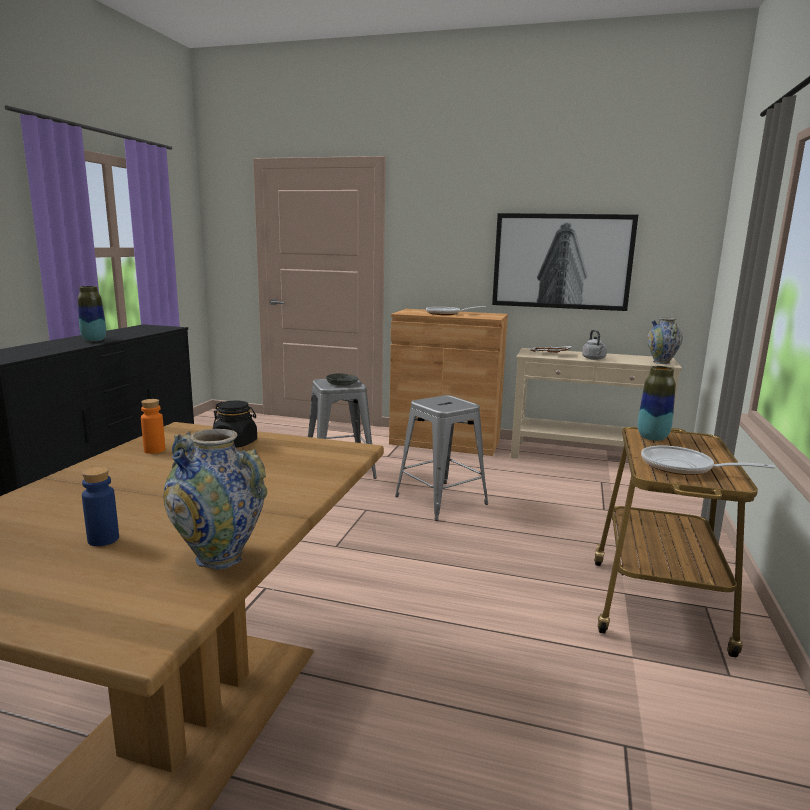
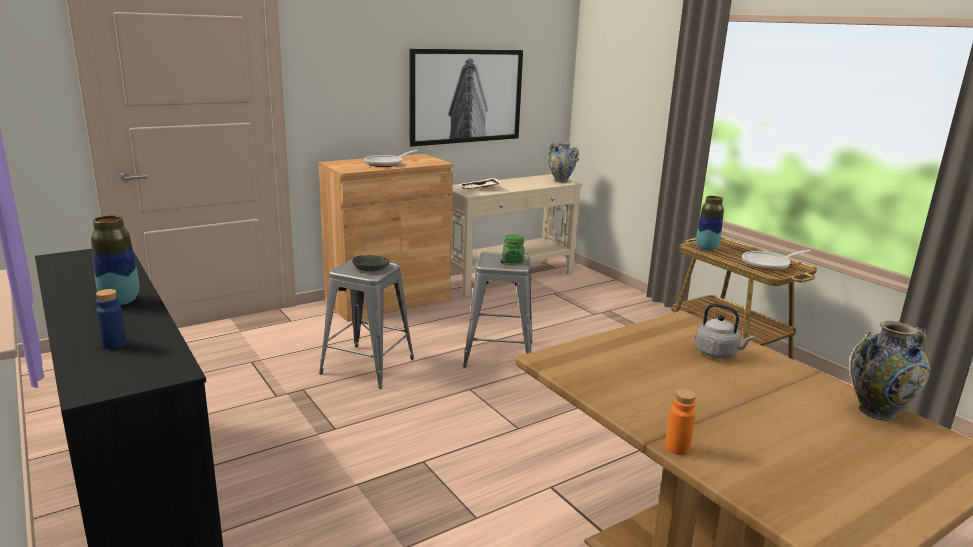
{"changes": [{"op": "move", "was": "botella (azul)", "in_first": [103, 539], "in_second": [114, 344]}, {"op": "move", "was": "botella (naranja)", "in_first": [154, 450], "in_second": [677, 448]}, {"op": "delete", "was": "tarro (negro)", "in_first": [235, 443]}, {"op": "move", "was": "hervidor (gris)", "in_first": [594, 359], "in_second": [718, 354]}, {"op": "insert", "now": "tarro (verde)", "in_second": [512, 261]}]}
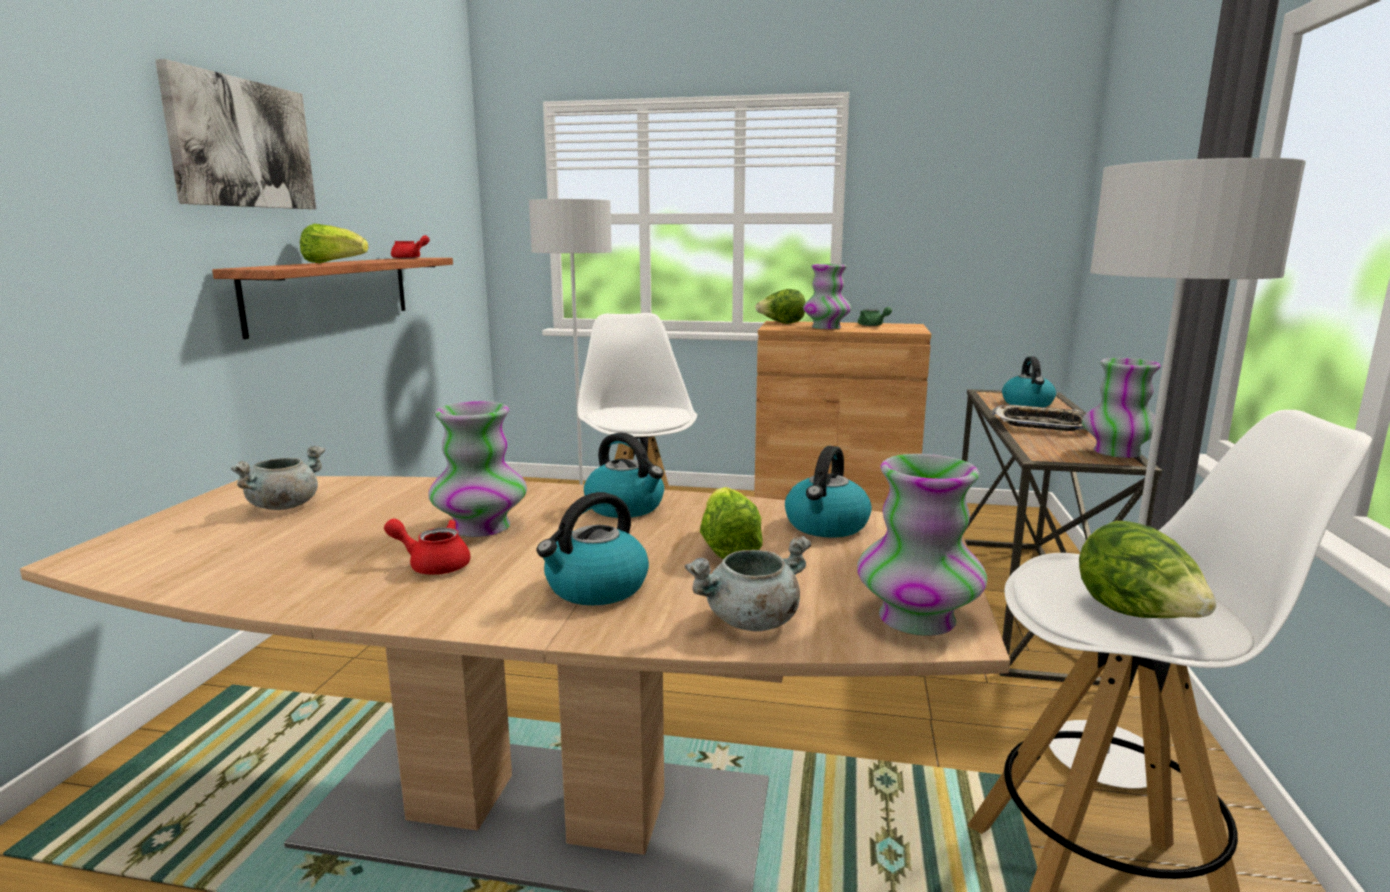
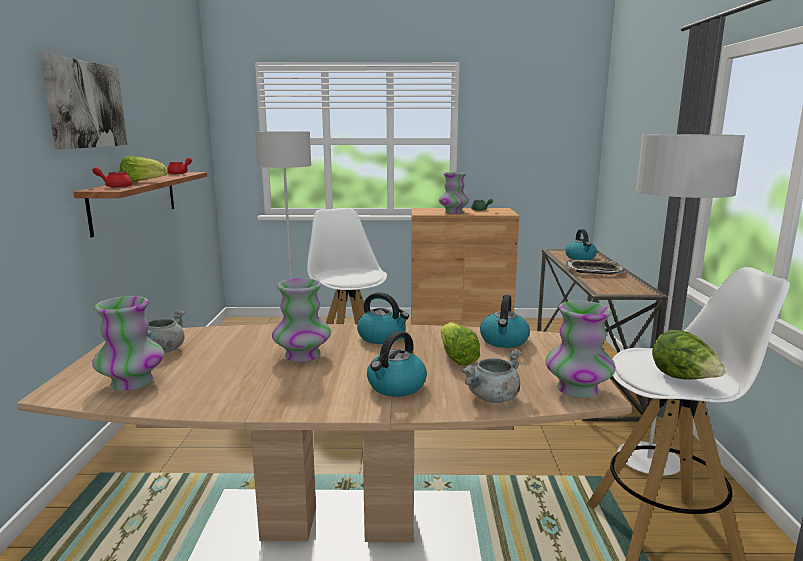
{"changes": [{"op": "move", "was": "tetera (rojo)", "in_first": [433, 565], "in_second": [115, 186]}, {"op": "delete", "was": "lechuga", "in_first": [781, 323]}, {"op": "move", "was": "florero", "in_first": [1117, 452], "in_second": [133, 382]}]}
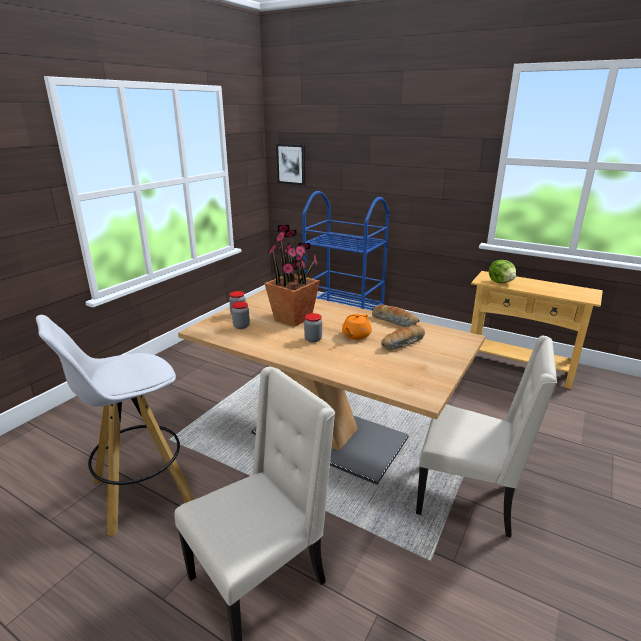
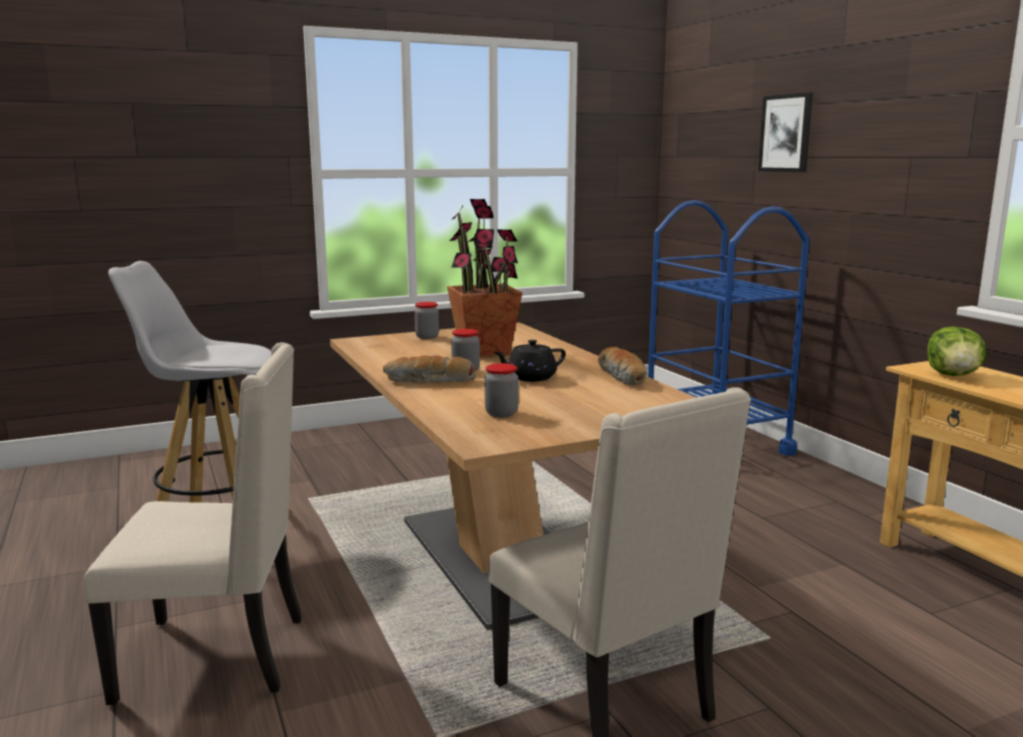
{"changes": [{"op": "move", "was": "tarro", "in_first": [241, 326], "in_second": [501, 413]}, {"op": "move", "was": "cuadro", "in_first": [291, 164], "in_second": [786, 133]}, {"op": "recolor", "was": "tetera (naranja)", "now": "tetera (negro)", "in_first": [356, 335], "in_second": [530, 378]}, {"op": "move", "was": "pan", "in_first": [403, 343], "in_second": [429, 381]}]}
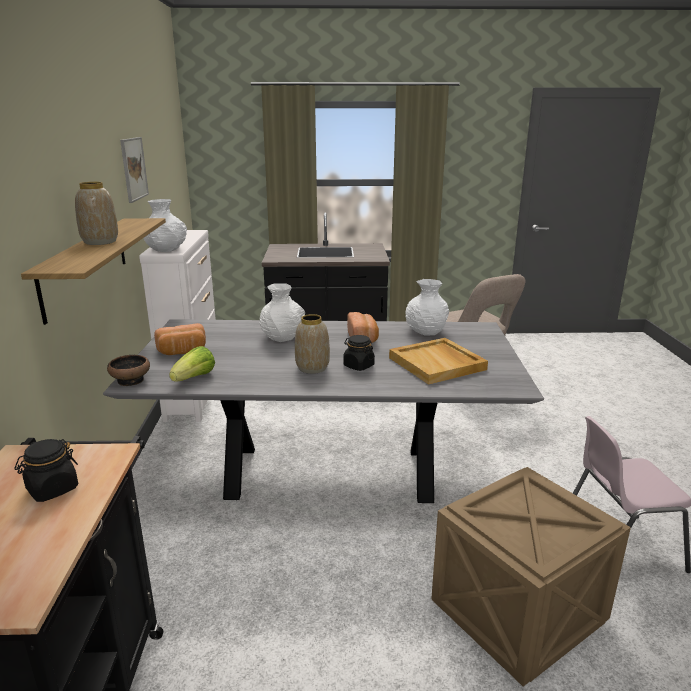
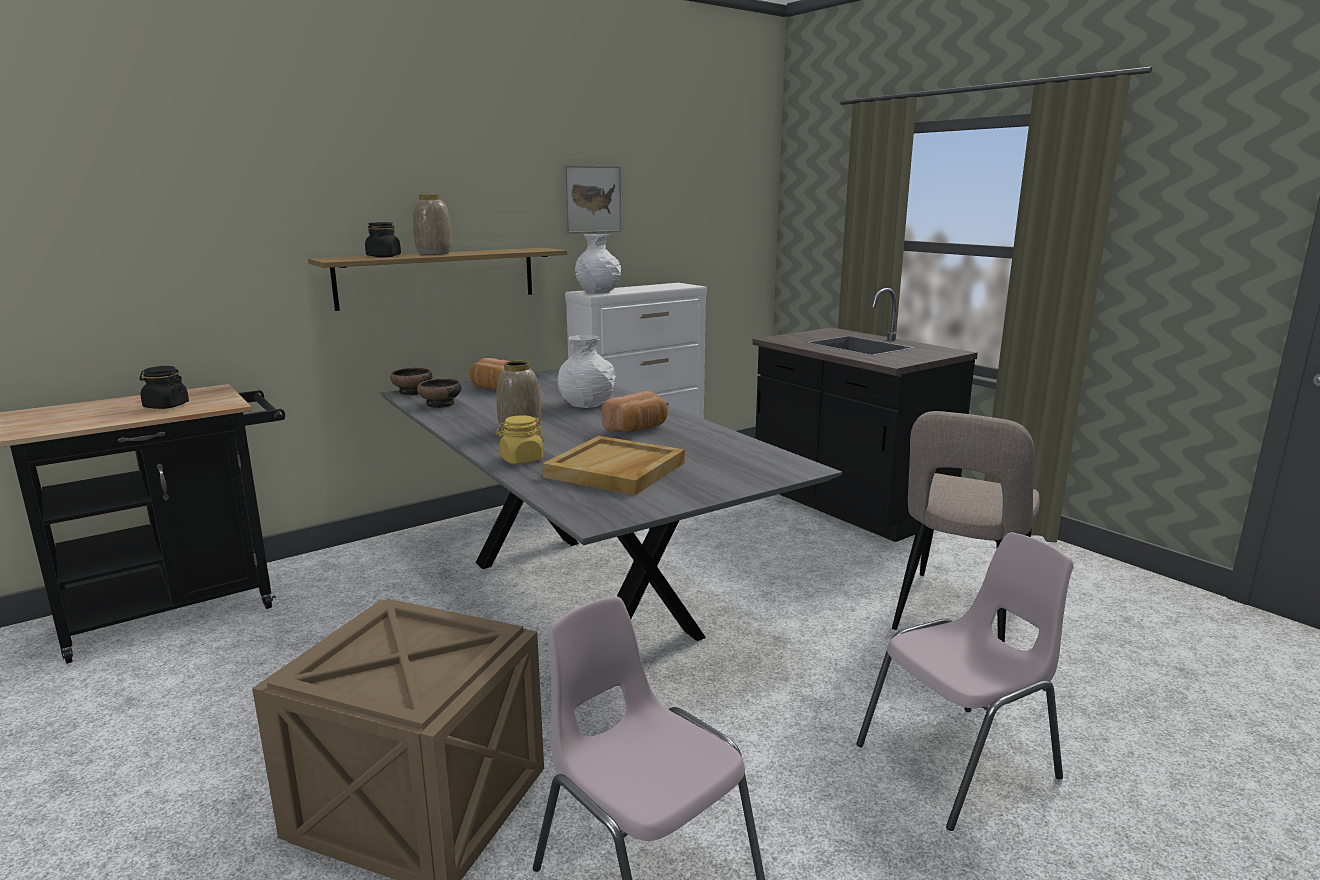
{"changes": [{"op": "replace", "was": "lechuga", "now": "cuenco", "in_first": [194, 378], "in_second": [441, 404]}, {"op": "move", "was": "tarro (negro)", "in_first": [358, 366], "in_second": [384, 256]}, {"op": "delete", "was": "florero (blanco)", "in_first": [425, 331]}, {"op": "insert", "now": "tarro (amarillo)", "in_second": [521, 459]}, {"op": "insert", "now": "silla (rosa)", "in_second": [961, 762]}]}
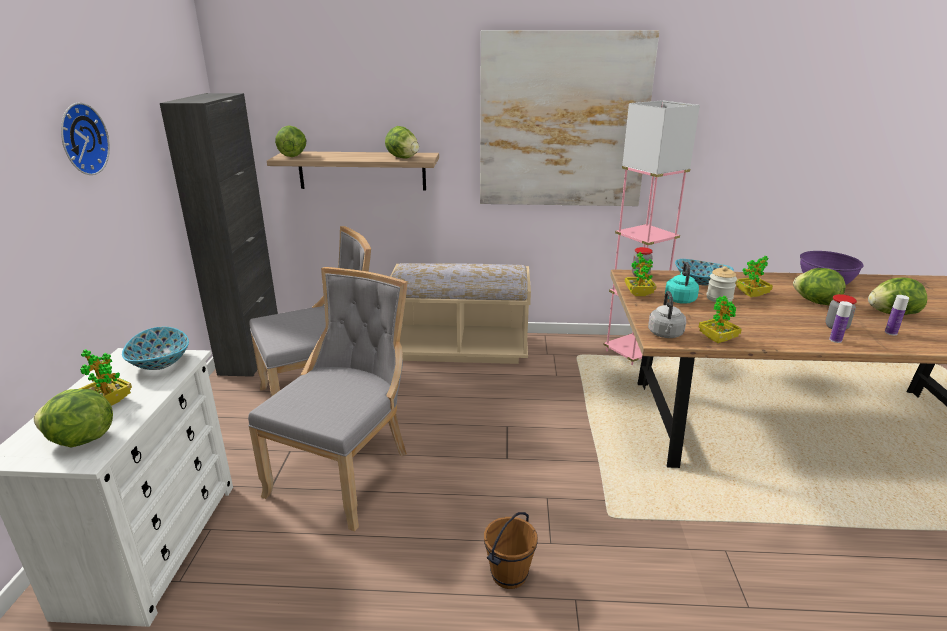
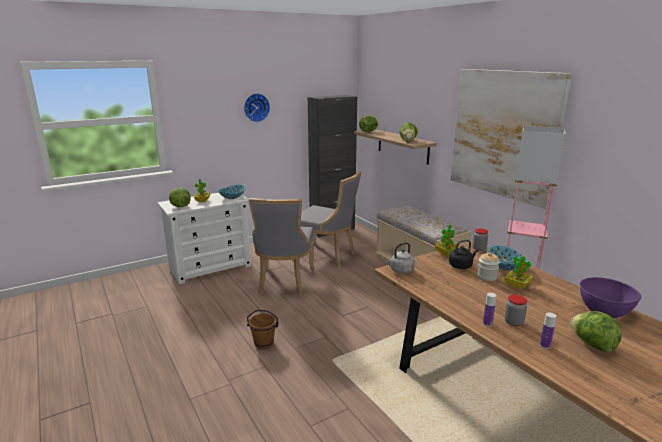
{"changes": [{"op": "rotate", "was": "silla (gris)", "in_first": [346, 472], "in_second": [284, 282], "clockwise": 105}, {"op": "recolor", "was": "hervidor (turquesa)", "now": "hervidor (negro)", "in_first": [680, 299], "in_second": [461, 266]}, {"op": "delete", "was": "planta en maceta", "in_first": [717, 339]}, {"op": "delete", "was": "lechuga", "in_first": [815, 302]}]}
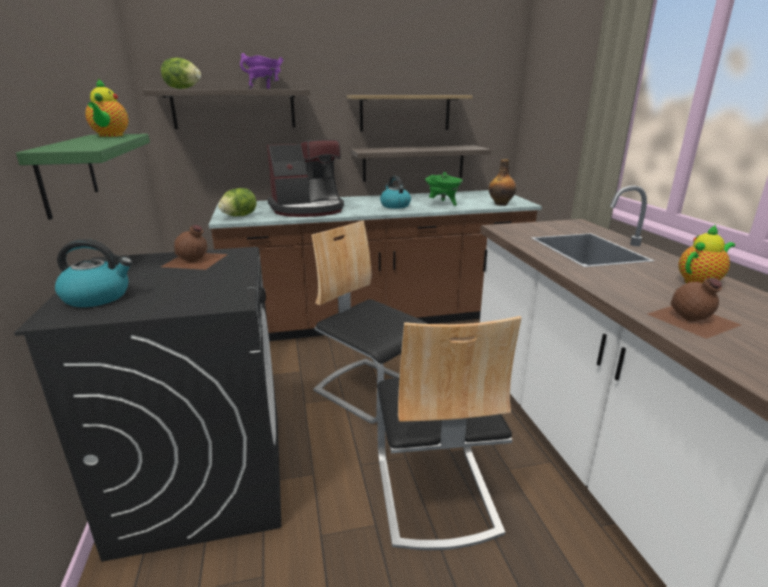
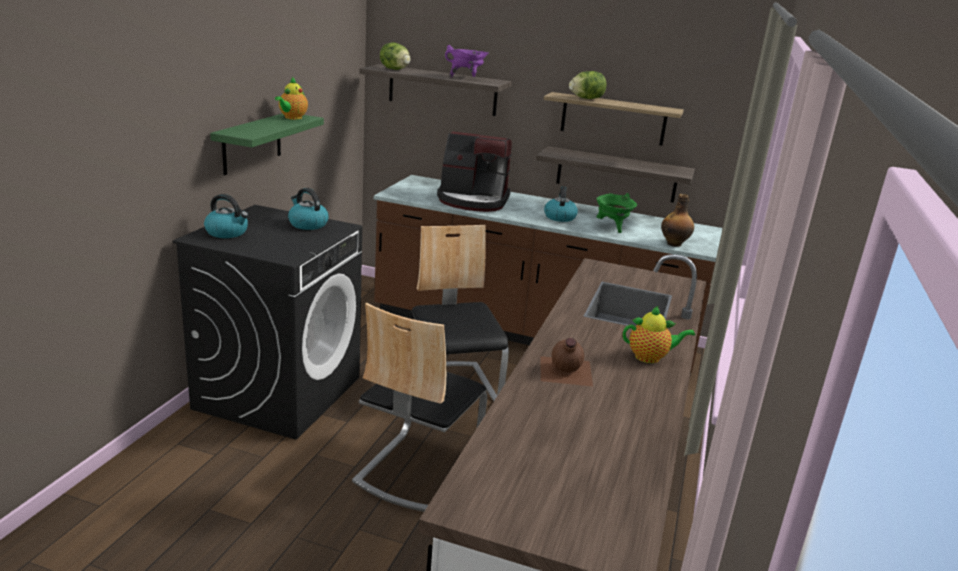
{"changes": [{"op": "replace", "was": "botella (marrón)", "now": "hervidor", "in_first": [195, 260], "in_second": [307, 224]}, {"op": "move", "was": "lechuga", "in_first": [239, 216], "in_second": [586, 99]}]}
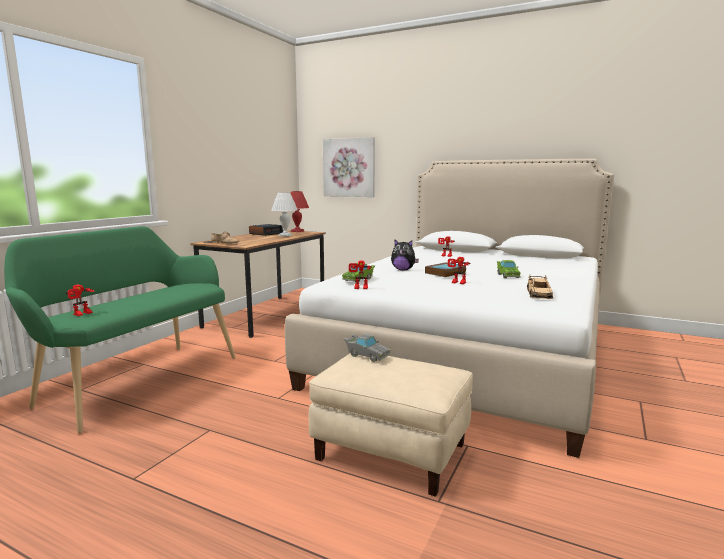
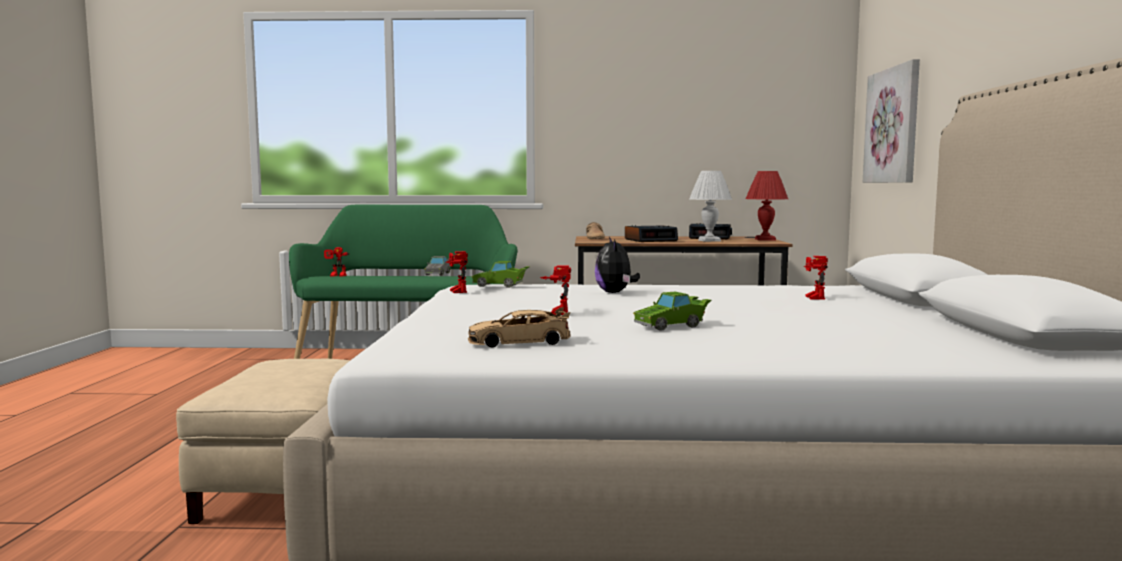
{"changes": [{"op": "move", "was": "coche de juguete (gris)", "in_first": [366, 355], "in_second": [438, 273]}, {"op": "delete", "was": "libro", "in_first": [445, 273]}, {"op": "insert", "now": "despertador", "in_second": [651, 240]}]}
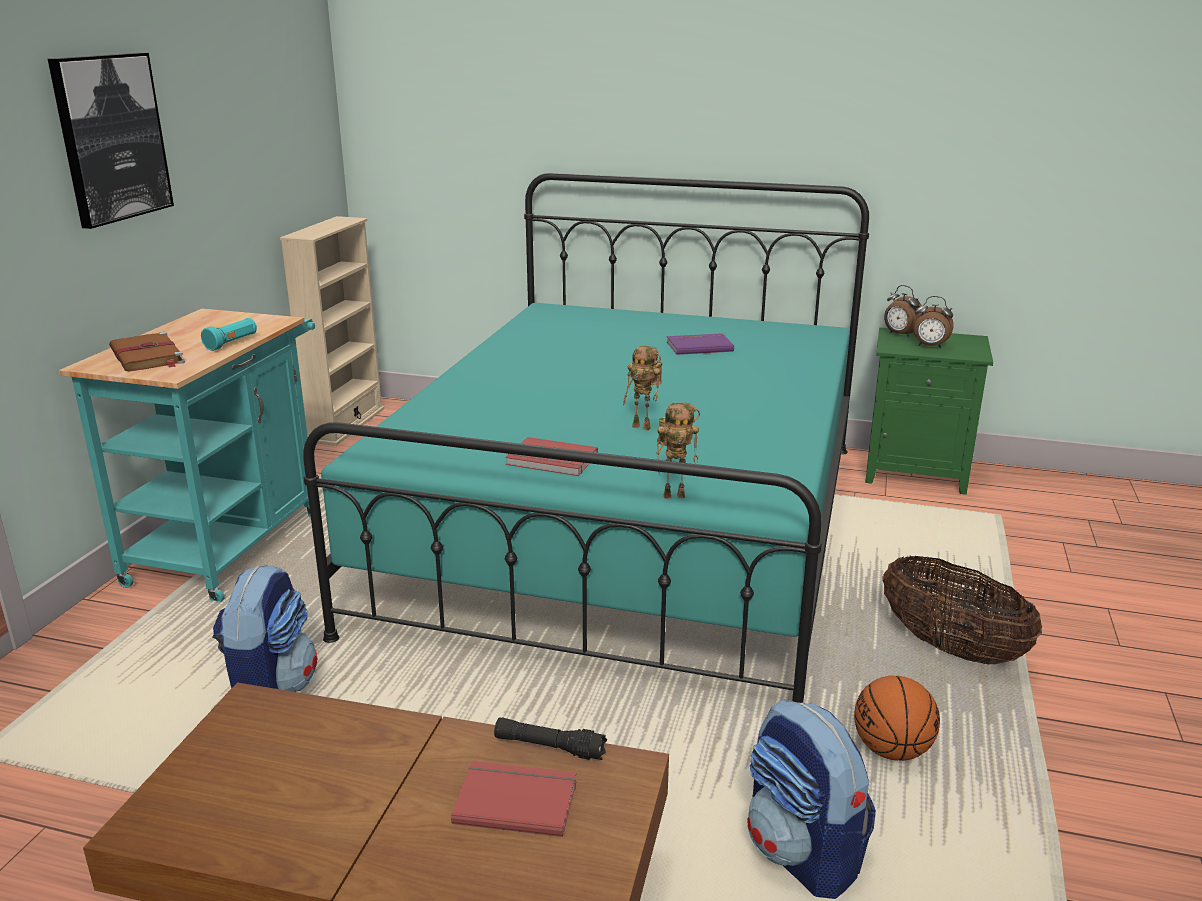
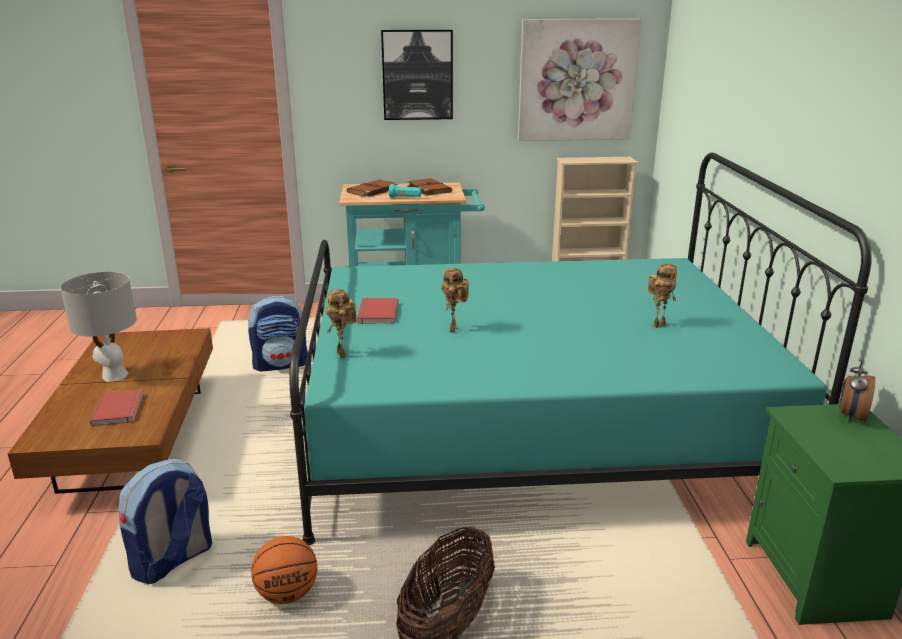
{"changes": [{"op": "delete", "was": "linterna (negro)", "in_first": [549, 747]}, {"op": "replace", "was": "libro (morado)", "now": "robot de juguete", "in_first": [698, 346], "in_second": [658, 325]}, {"op": "delete", "was": "despertador", "in_first": [929, 346]}, {"op": "insert", "now": "lámpara de mesa (gris)", "in_second": [114, 375]}, {"op": "insert", "now": "libro (marrón)", "in_second": [428, 189]}, {"op": "insert", "now": "cuadro", "in_second": [576, 80]}]}
